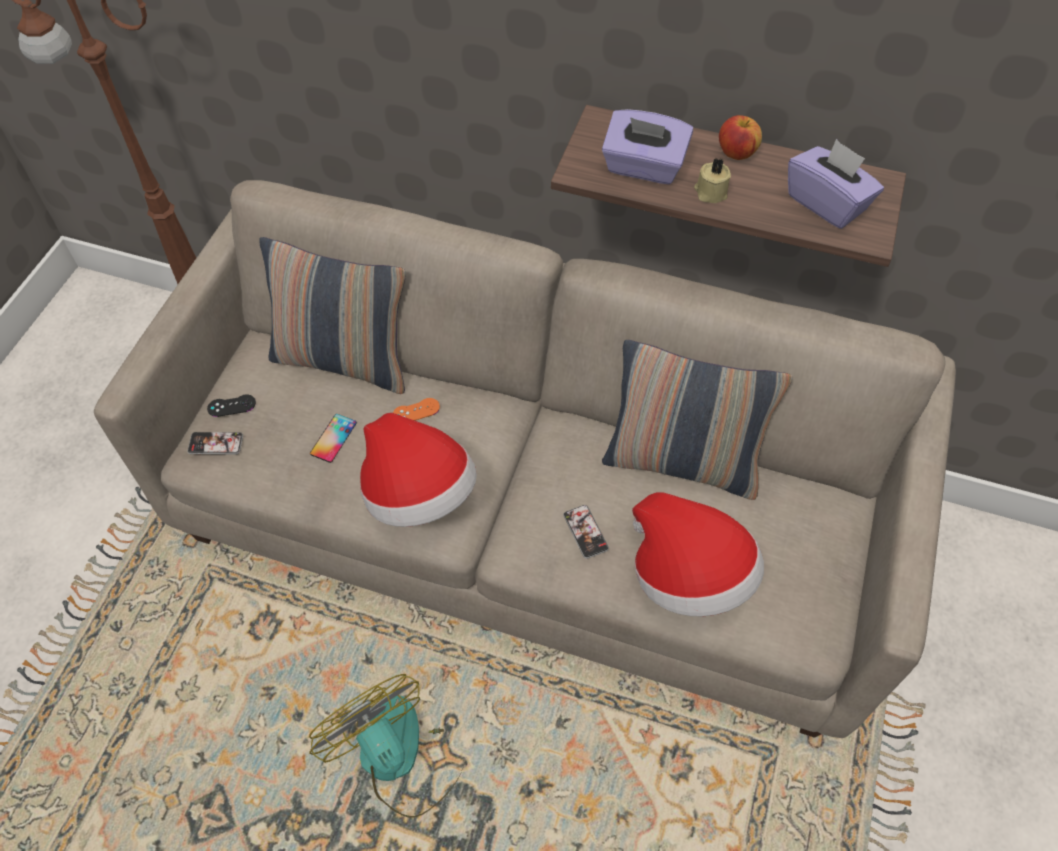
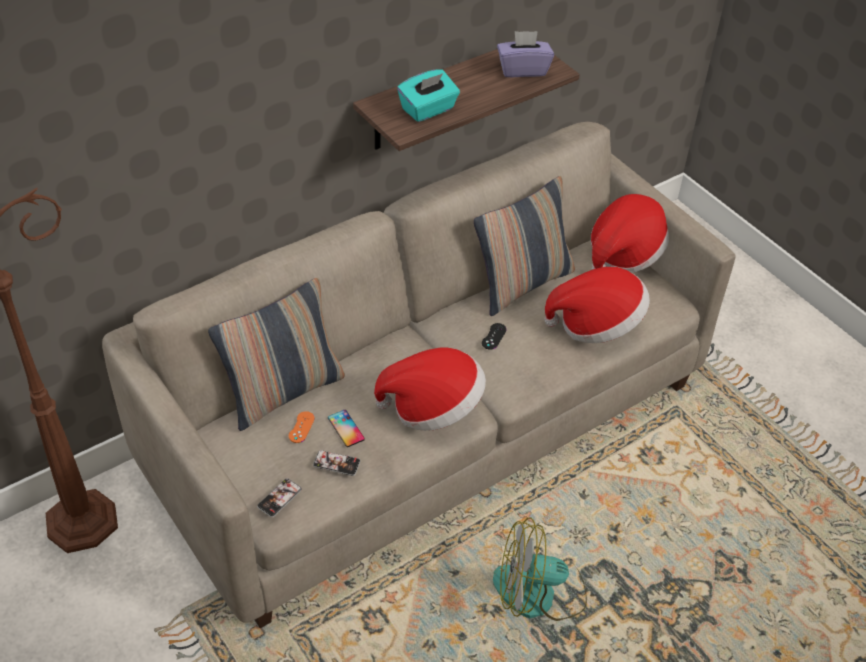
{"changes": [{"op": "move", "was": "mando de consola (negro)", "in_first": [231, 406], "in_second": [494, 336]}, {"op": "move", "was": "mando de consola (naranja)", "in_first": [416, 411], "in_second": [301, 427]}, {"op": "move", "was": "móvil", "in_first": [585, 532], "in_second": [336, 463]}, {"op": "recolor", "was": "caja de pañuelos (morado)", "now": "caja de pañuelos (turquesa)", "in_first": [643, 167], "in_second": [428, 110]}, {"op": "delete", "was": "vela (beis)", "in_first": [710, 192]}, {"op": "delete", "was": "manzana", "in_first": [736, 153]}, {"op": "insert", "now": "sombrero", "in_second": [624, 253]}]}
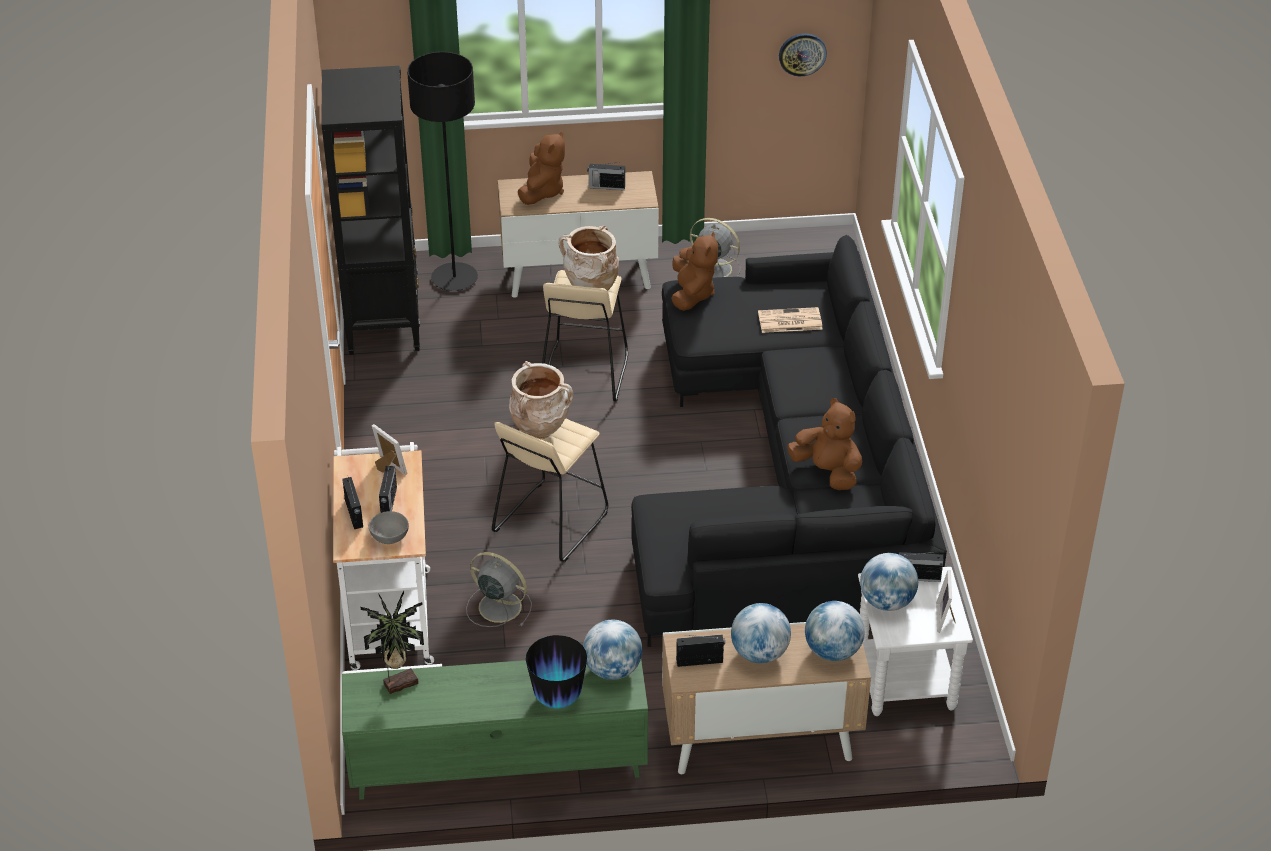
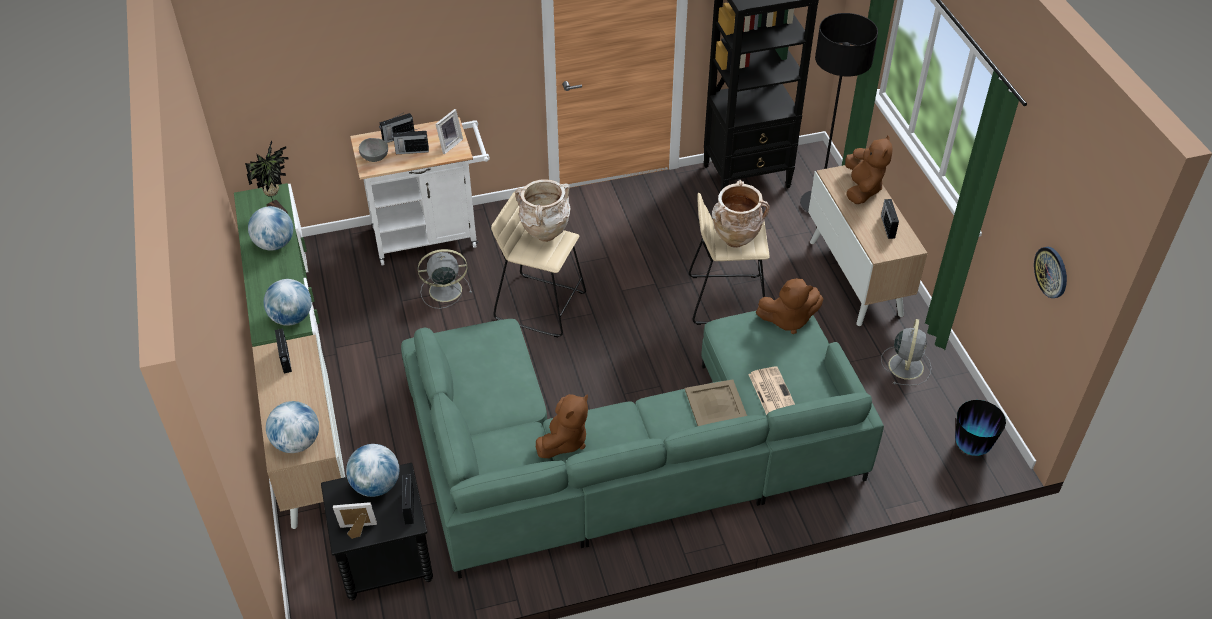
{"changes": [{"op": "rotate", "was": "ventilador (gris)", "in_first": [498, 606], "in_second": [443, 290], "clockwise": -120}, {"op": "rotate", "was": "peluche (marrón)", "in_first": [542, 191], "in_second": [862, 189], "clockwise": -90}, {"op": "move", "was": "florero", "in_first": [557, 698], "in_second": [971, 447]}, {"op": "recolor", "was": "sofá (negro)", "now": "sofá (verde)", "in_first": [789, 480], "in_second": [624, 453]}, {"op": "move", "was": "globo terráqueo", "in_first": [759, 653], "in_second": [275, 244]}, {"op": "recolor", "was": "mesa auxiliar (blanco)", "now": "mesa auxiliar (negro)", "in_first": [906, 679], "in_second": [385, 561]}, {"op": "insert", "now": "bandeja (beis)", "in_second": [715, 404]}]}
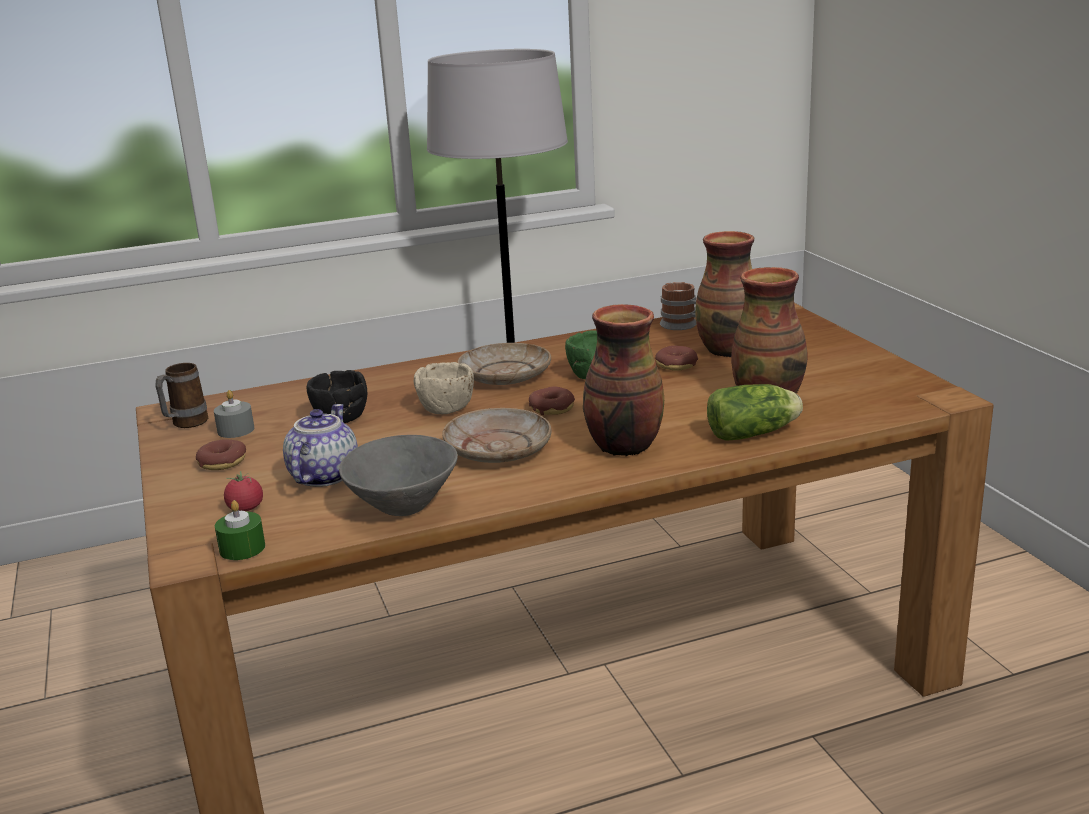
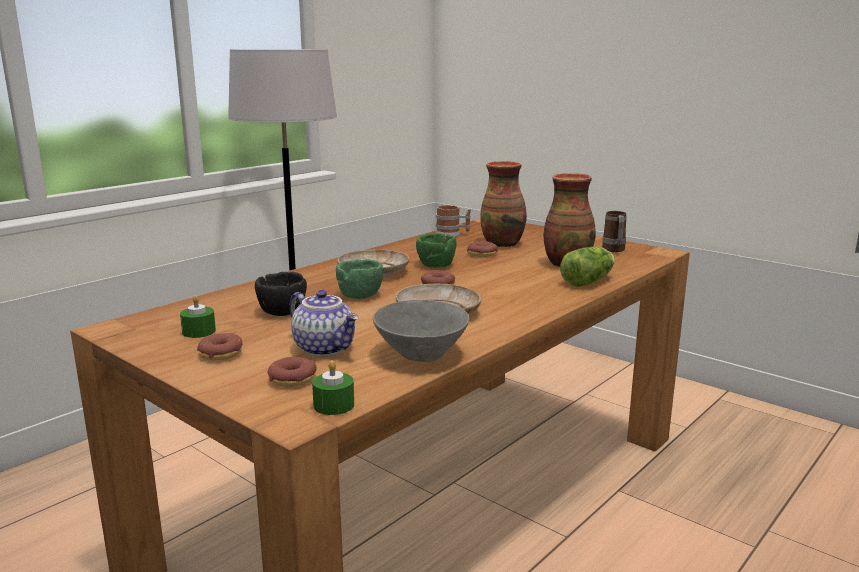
{"changes": [{"op": "move", "was": "taza grande", "in_first": [185, 424], "in_second": [614, 250]}, {"op": "recolor", "was": "vela (gris)", "now": "vela (verde)", "in_first": [236, 430], "in_second": [199, 331]}, {"op": "replace", "was": "tomate", "now": "rosquilla", "in_first": [245, 508], "in_second": [292, 379]}, {"op": "rotate", "was": "tetera", "in_first": [322, 476], "in_second": [326, 348], "clockwise": 150}, {"op": "recolor", "was": "cuenco (beis)", "now": "cuenco (verde)", "in_first": [447, 408], "in_second": [360, 295]}, {"op": "delete", "was": "florero", "in_first": [622, 446]}]}
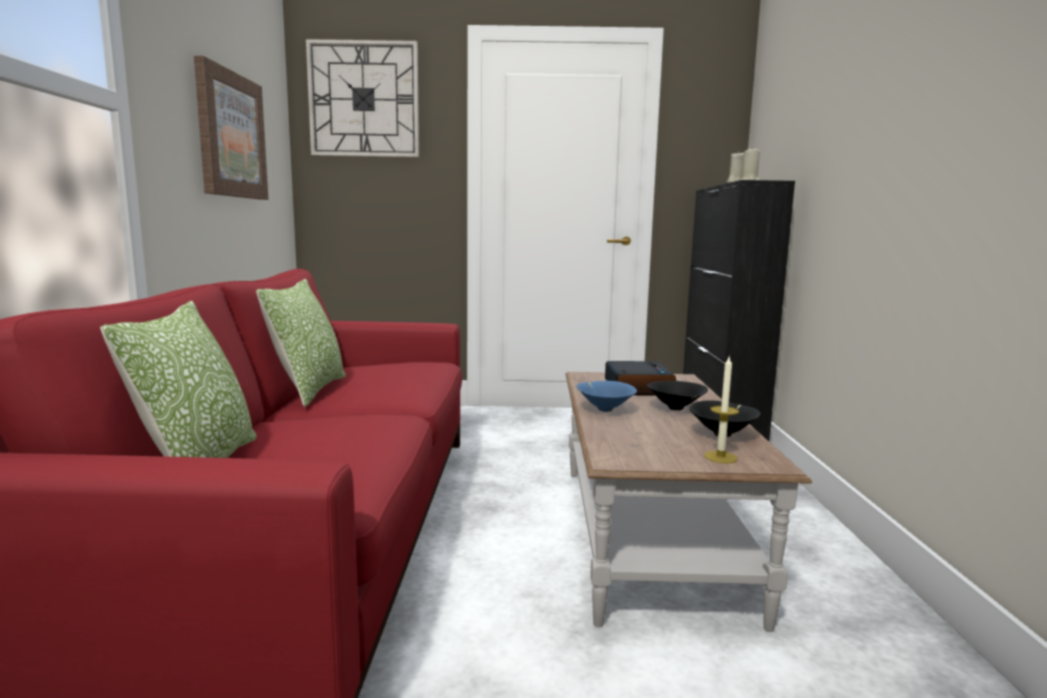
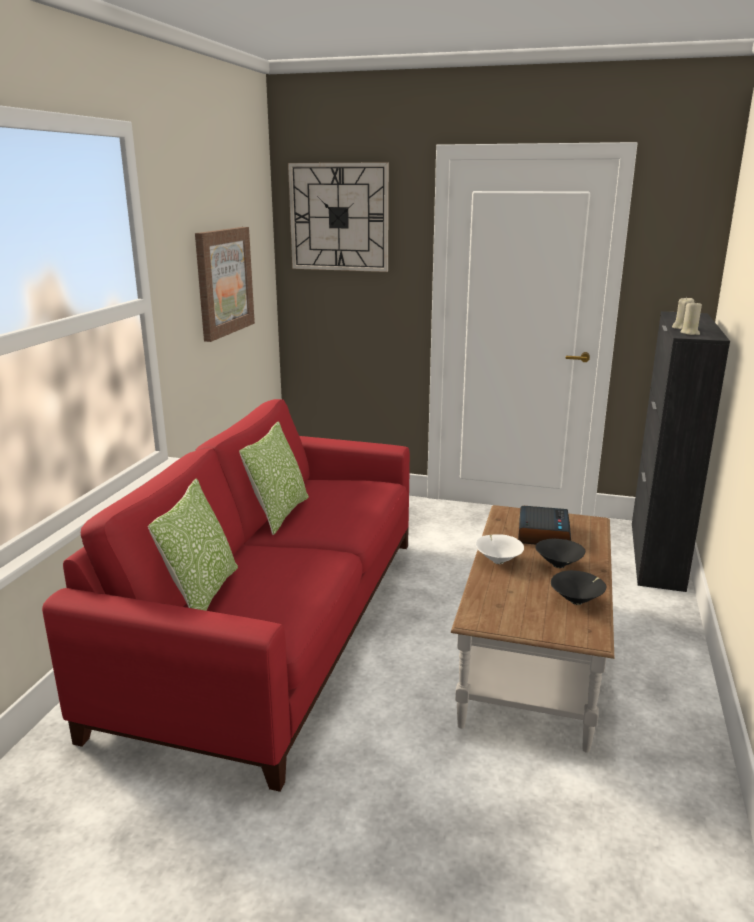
{"changes": [{"op": "recolor", "was": "cuenco (azul)", "now": "cuenco (blanco)", "in_first": [604, 409], "in_second": [498, 561]}, {"op": "delete", "was": "vela", "in_first": [720, 457]}]}
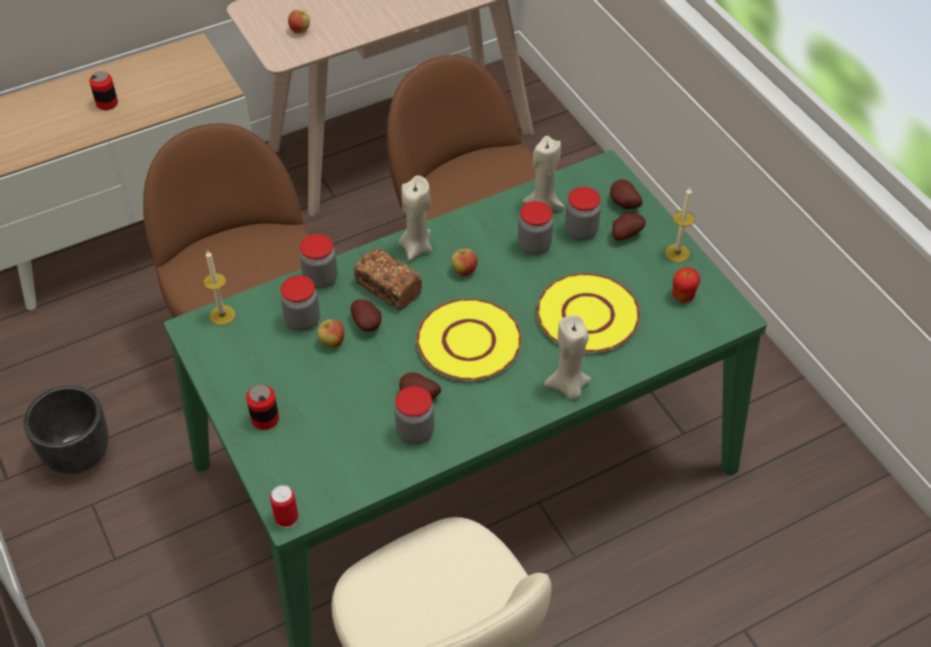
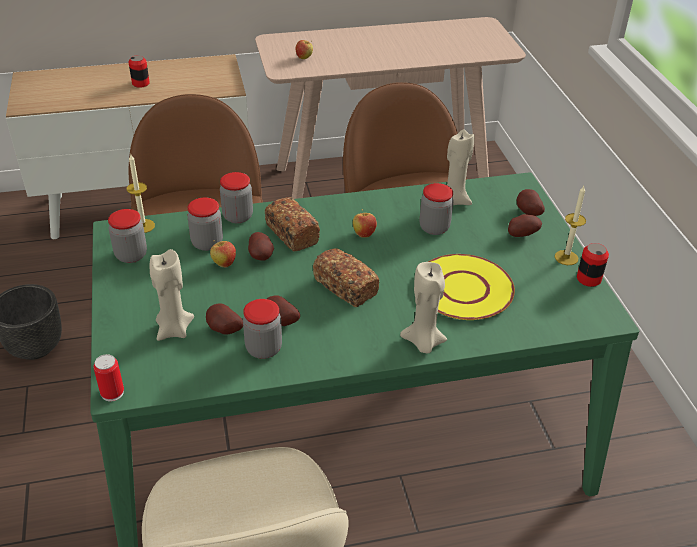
{"changes": [{"op": "move", "was": "lata", "in_first": [265, 419], "in_second": [588, 279]}, {"op": "move", "was": "vela (beis)", "in_first": [416, 247], "in_second": [174, 330]}, {"op": "replace", "was": "plato (amarillo)", "now": "pan", "in_first": [469, 341], "in_second": [346, 287]}, {"op": "move", "was": "tarro", "in_first": [581, 231], "in_second": [131, 255]}, {"op": "delete", "was": "manzana", "in_first": [683, 296]}, {"op": "insert", "now": "patata", "in_second": [223, 330]}]}
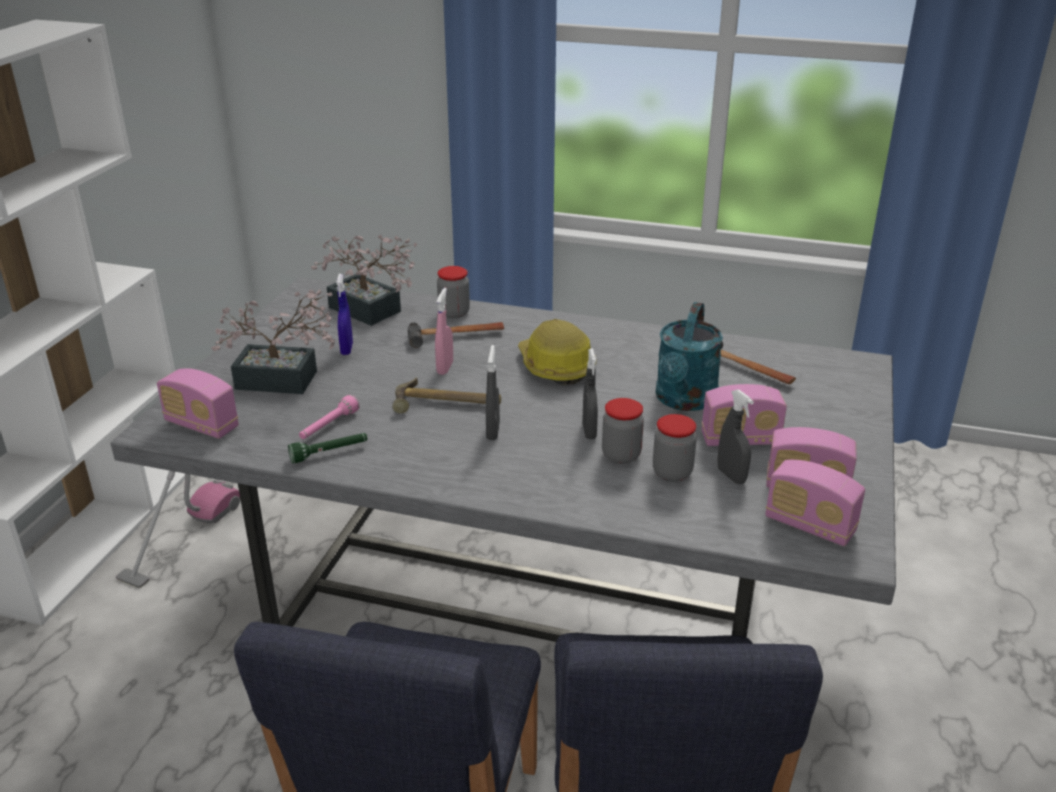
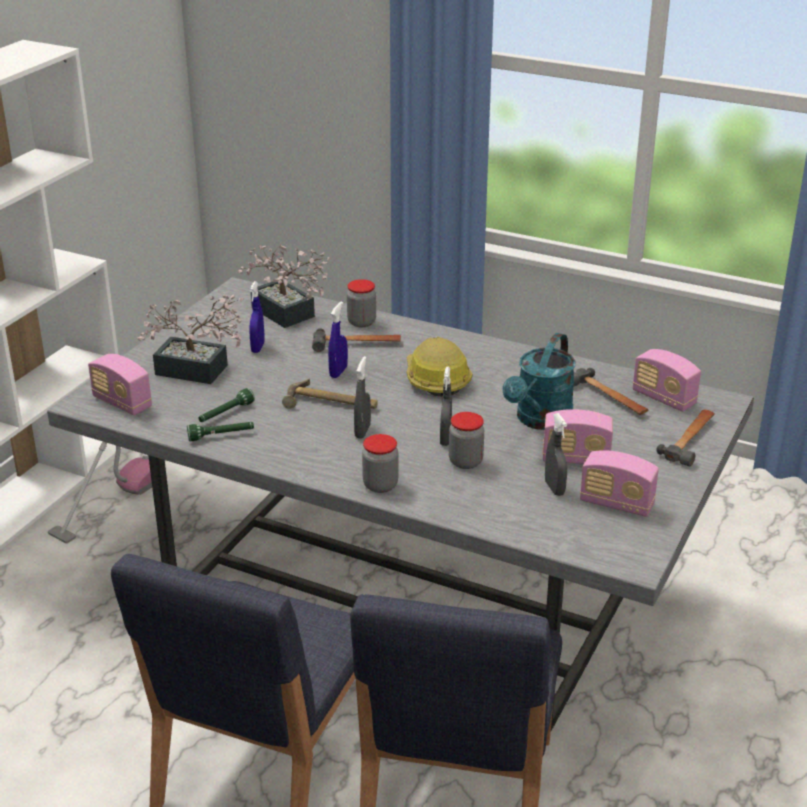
{"changes": [{"op": "recolor", "was": "linterna (rosa)", "now": "linterna (verde)", "in_first": [328, 426], "in_second": [225, 414]}, {"op": "recolor", "was": "pulverizador (rosa)", "now": "pulverizador (azul)", "in_first": [445, 368], "in_second": [338, 372]}, {"op": "move", "was": "tarro", "in_first": [672, 473], "in_second": [380, 485]}, {"op": "move", "was": "radio", "in_first": [809, 526], "in_second": [663, 398]}, {"op": "insert", "now": "martillo", "in_second": [691, 440]}]}
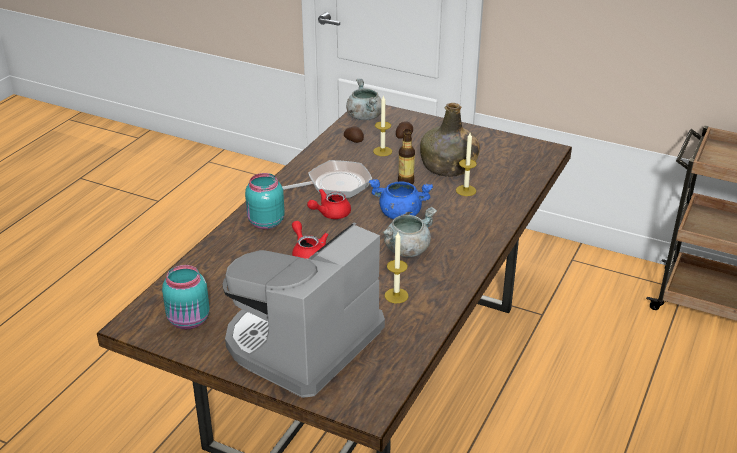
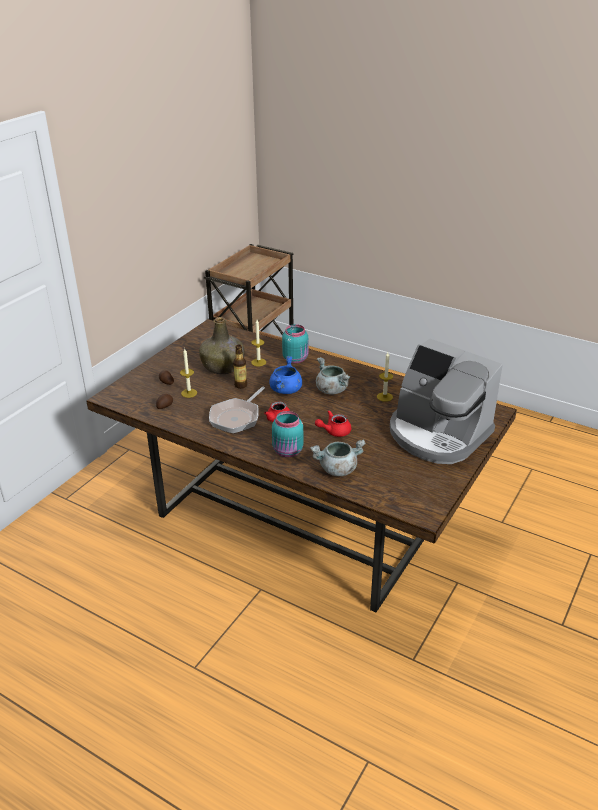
{"changes": [{"op": "move", "was": "tarro (turquesa)", "in_first": [189, 321], "in_second": [296, 359]}, {"op": "rotate", "was": "sartén", "in_first": [334, 185], "in_second": [237, 417], "clockwise": -135}, {"op": "move", "was": "olla (gris)", "in_first": [364, 116], "in_second": [338, 470]}]}
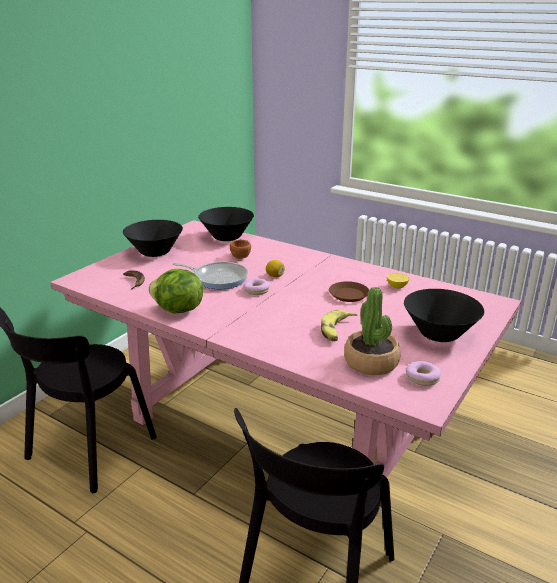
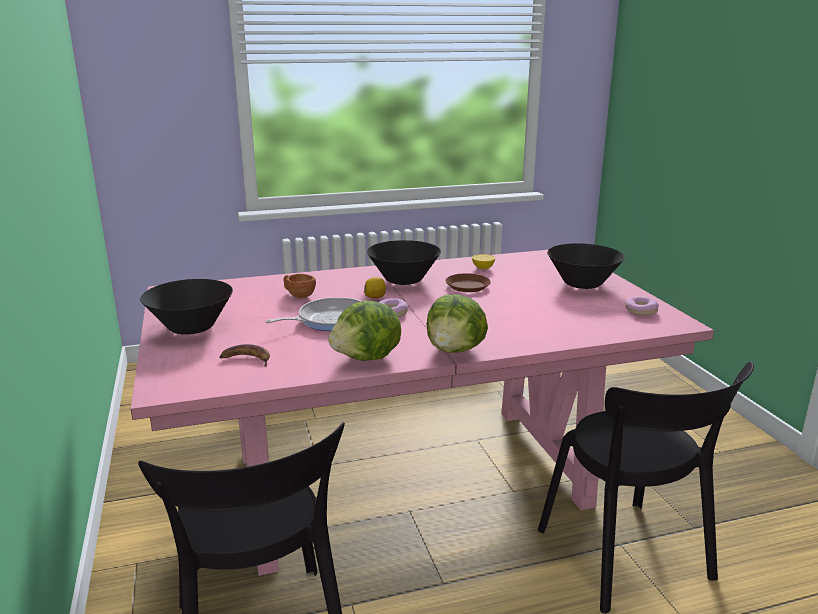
{"changes": [{"op": "move", "was": "cuenco (negro)", "in_first": [226, 237], "in_second": [403, 280]}, {"op": "delete", "was": "plátano", "in_first": [337, 330]}, {"op": "delete", "was": "planta en maceta", "in_first": [371, 362]}, {"op": "insert", "now": "lechuga", "in_second": [455, 350]}]}
